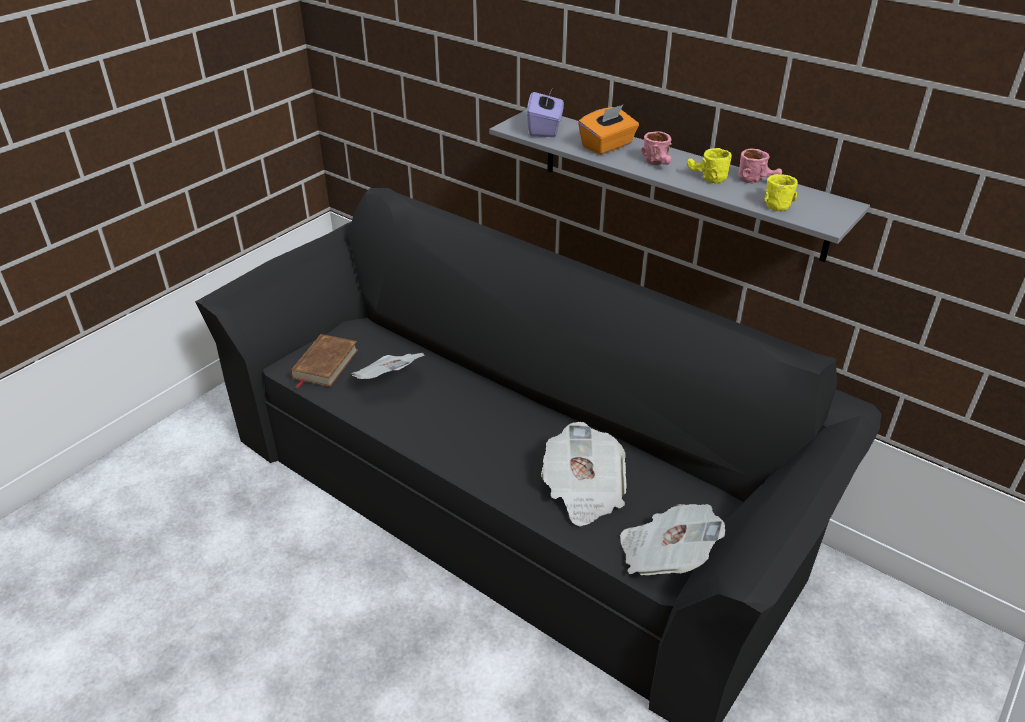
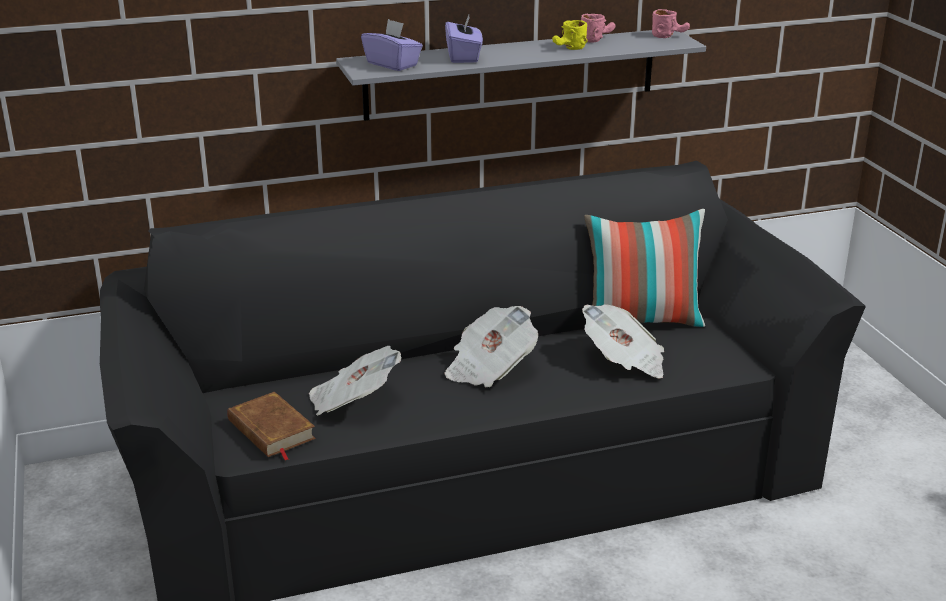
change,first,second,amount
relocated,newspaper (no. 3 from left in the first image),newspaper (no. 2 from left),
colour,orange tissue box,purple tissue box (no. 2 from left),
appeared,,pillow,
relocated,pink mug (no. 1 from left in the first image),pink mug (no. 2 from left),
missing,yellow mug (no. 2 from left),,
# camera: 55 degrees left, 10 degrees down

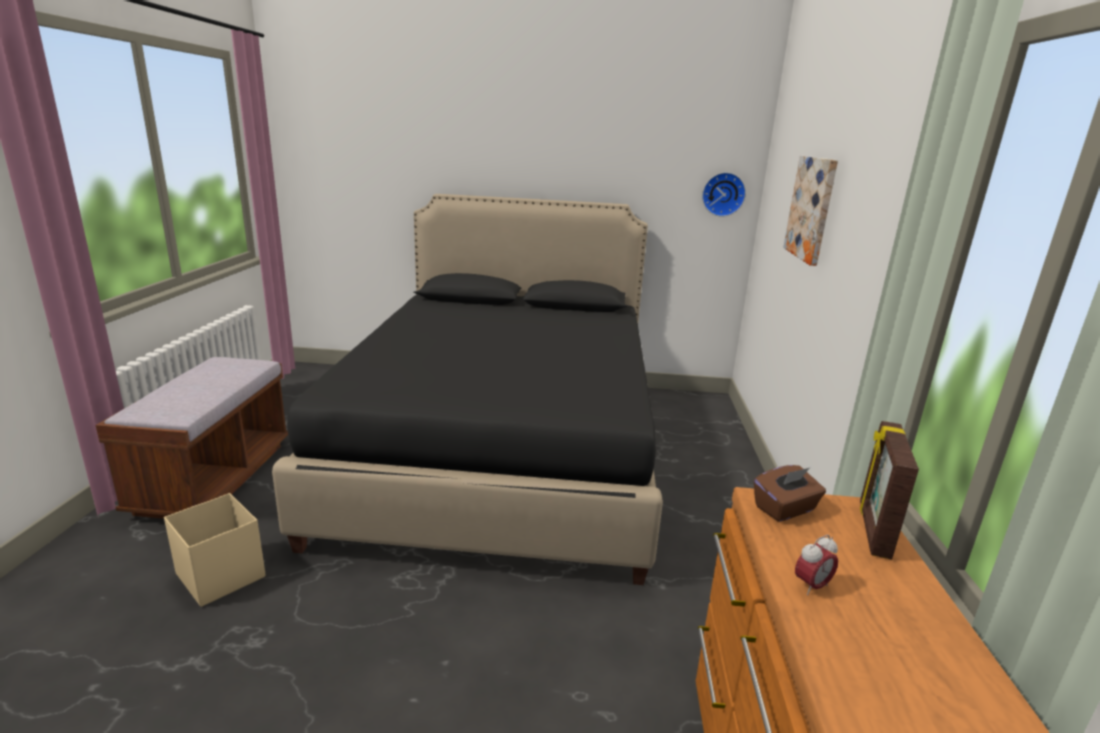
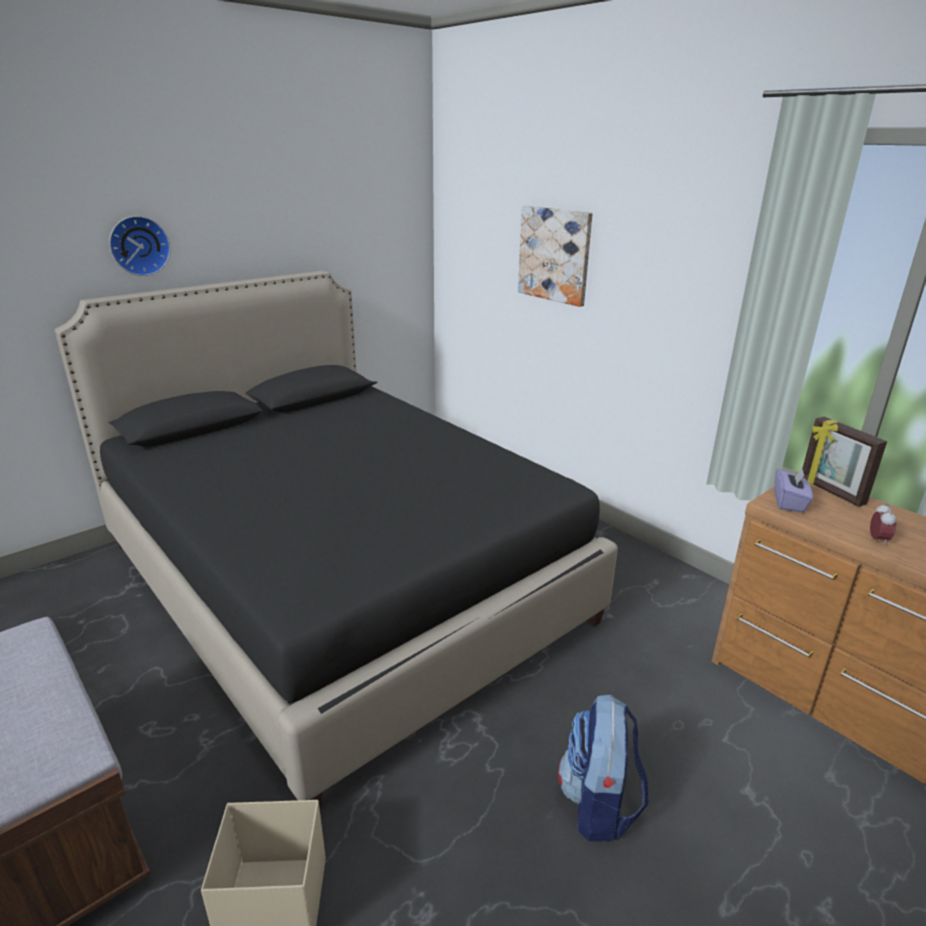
change,first,second,amount
relocated,wall clock,,
appeared,,backpack,
colour,brown tissue box,purple tissue box,
# camera: 45 degrees left, 5 degrees up

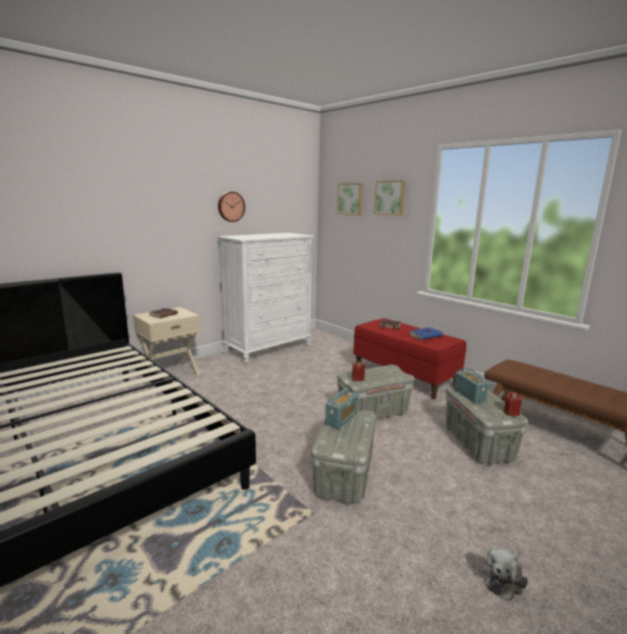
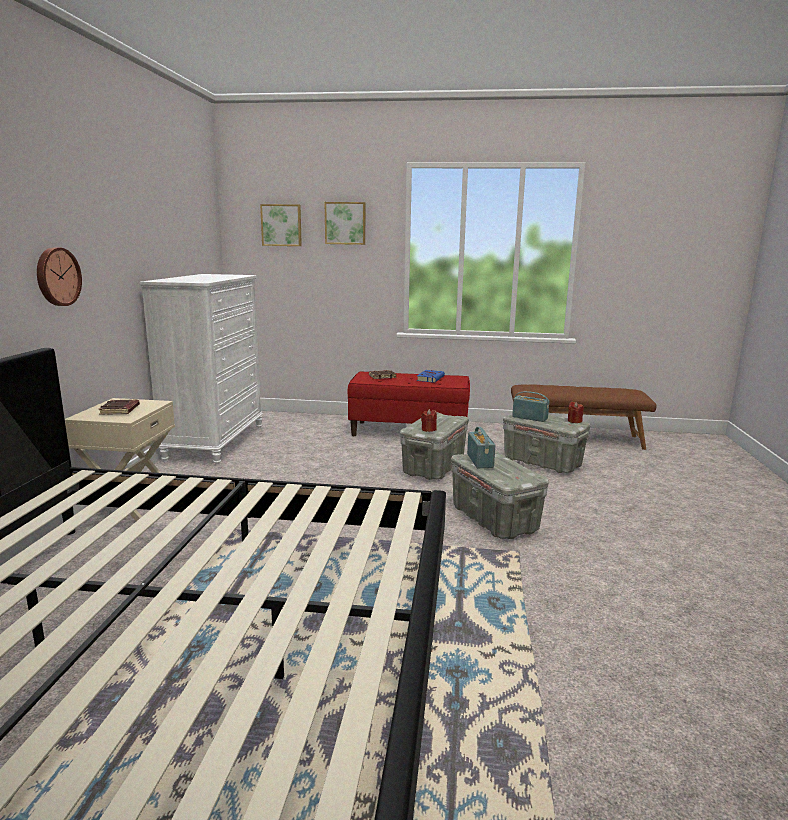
change,first,second,amount
relocated,wall clock,,
missing,plush toy,,
# camera: 40 degrees left, 0 degrees up

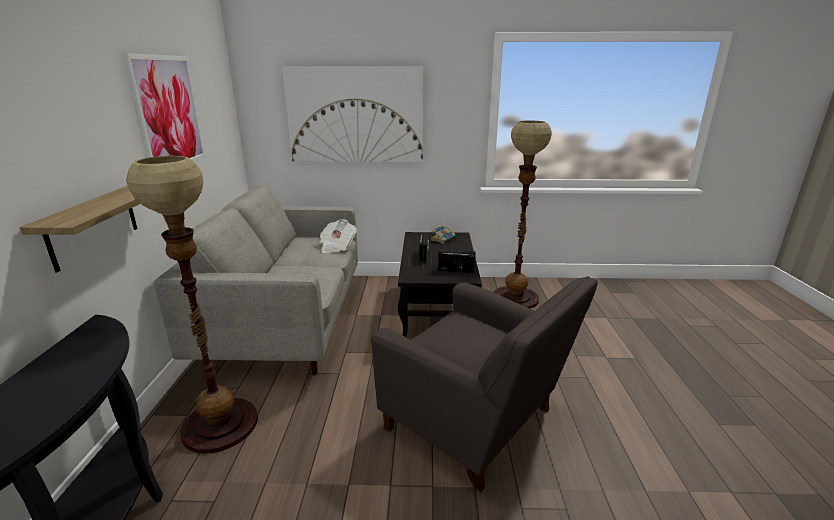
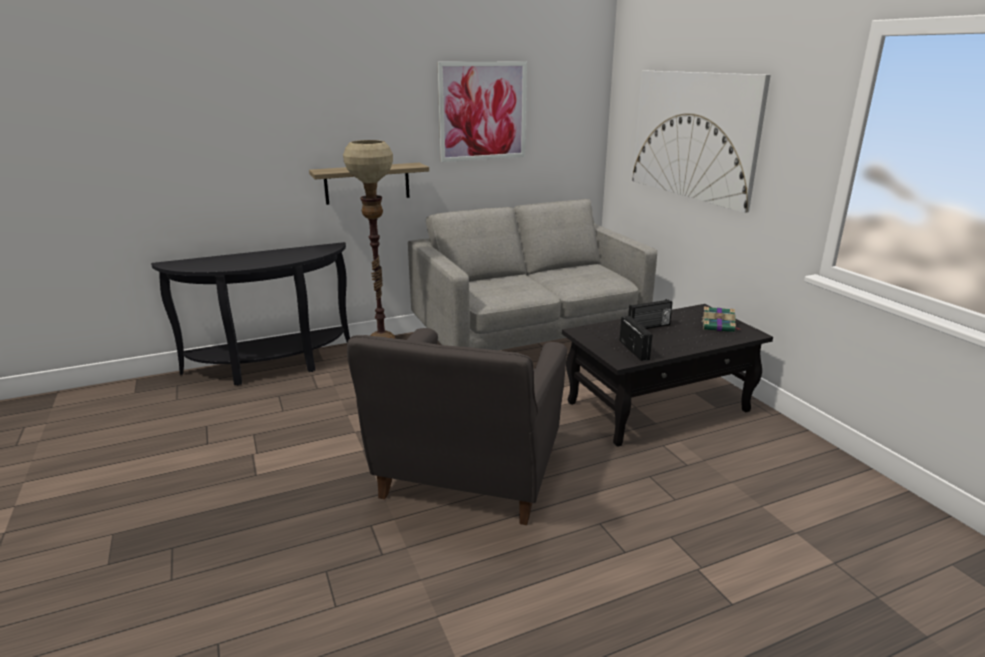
change,first,second,amount
missing,newspaper,,
missing,floor lamp (no. 2 from left),,
# camera: 65 degrees right, 0 degrees up

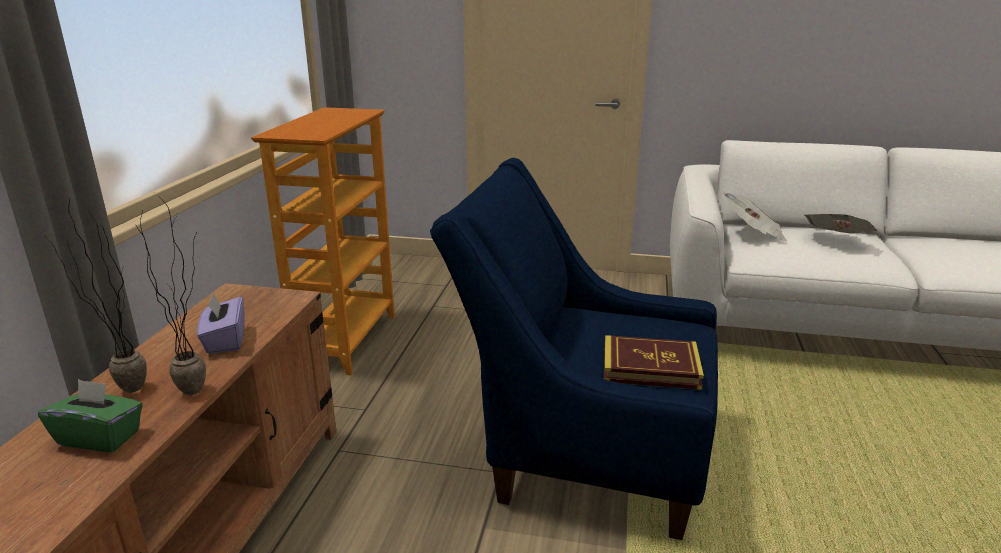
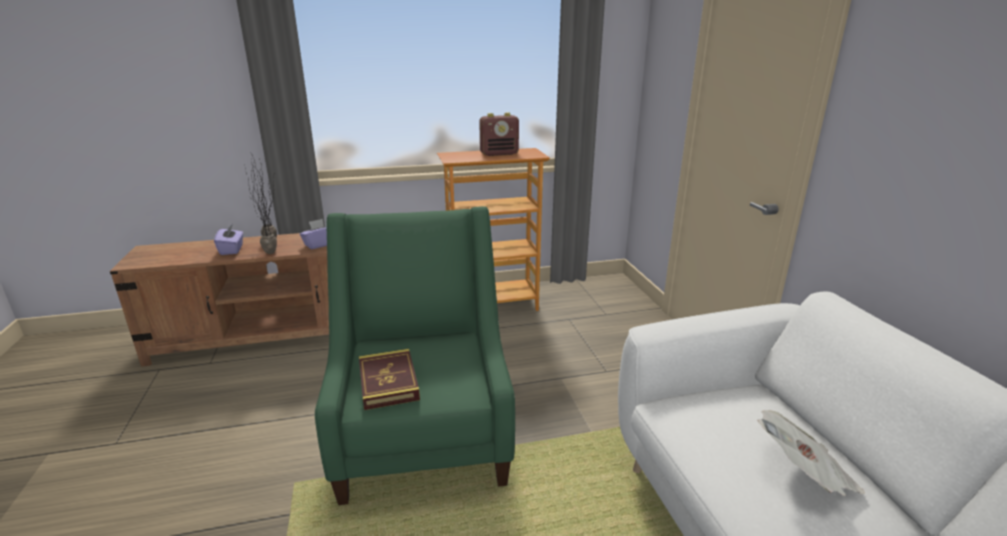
change,first,second,amount
colour,green tissue box,purple tissue box (no. 1 from left),
colour,blue armchair,green armchair,
appeared,,radio,
missing,newspaper (no. 1 from left),,
# camera: 65 degrees right, 0 degrees up

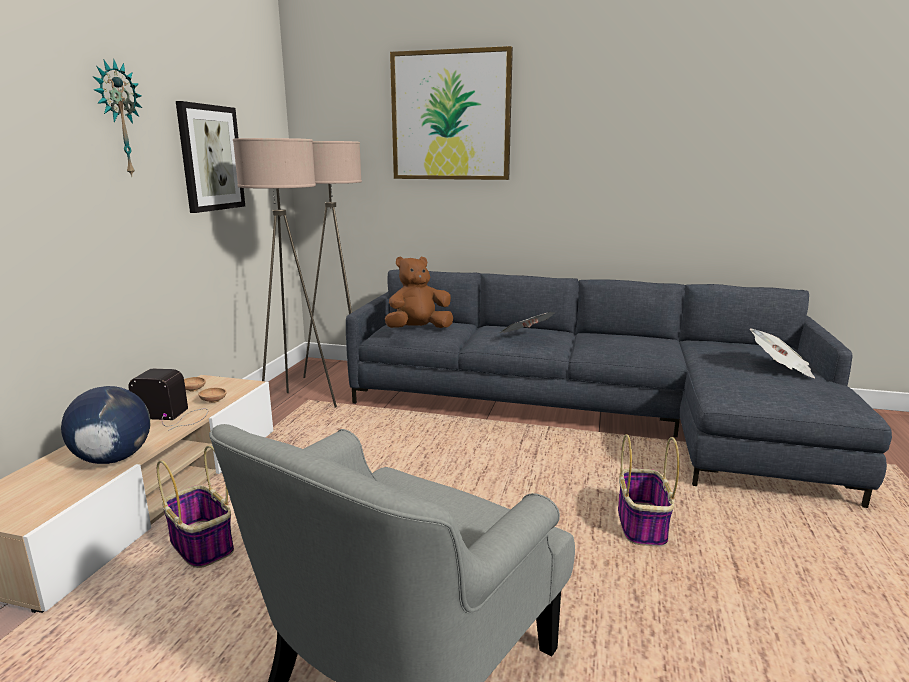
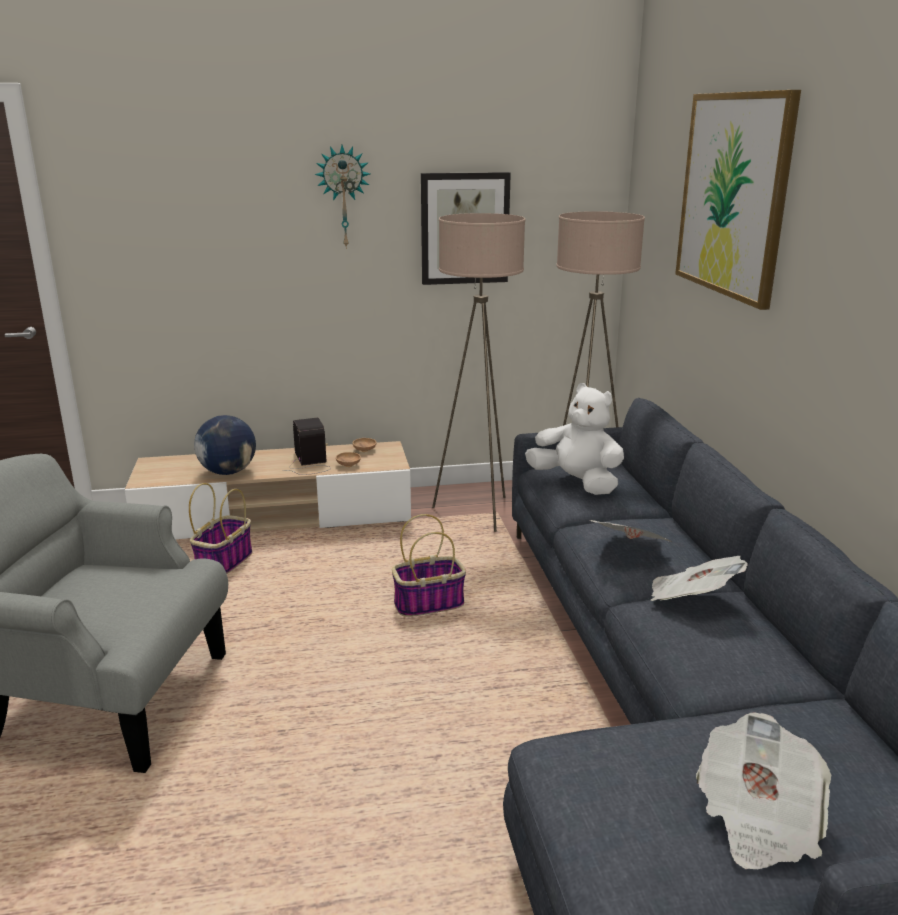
change,first,second,amount
relocated,basket (no. 2 from left),,
colour,brown plush toy,white plush toy,
appeared,,newspaper (no. 2 from left),
# camera: 65 degrees right, 5 degrees up

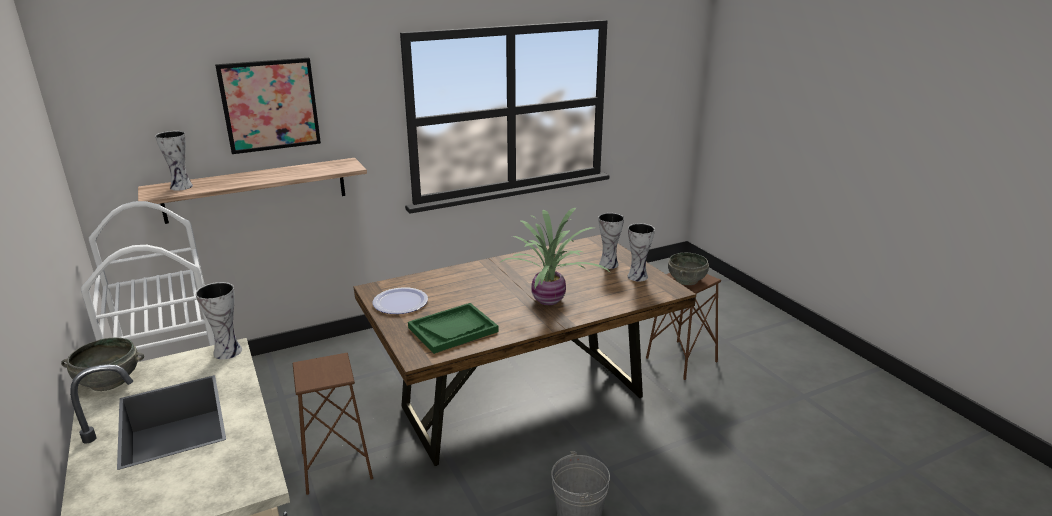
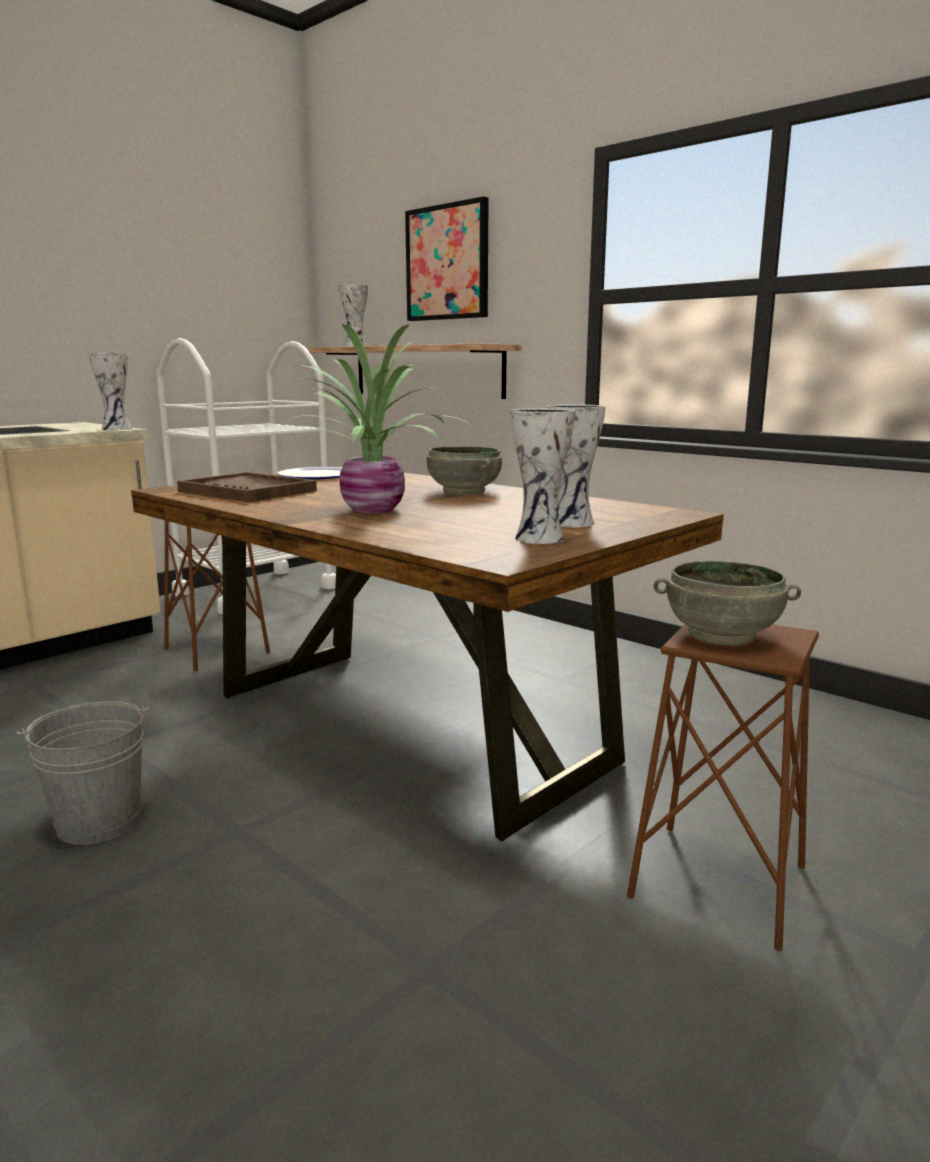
change,first,second,amount
colour,green tray,brown tray,
relocated,grey bowl (no. 1 from left),,
# camera: 70 degrees right, 10 degrees down

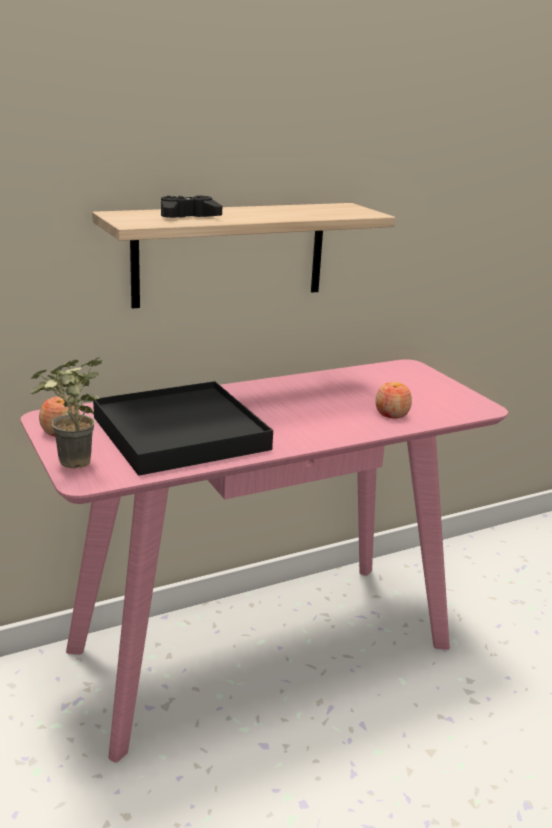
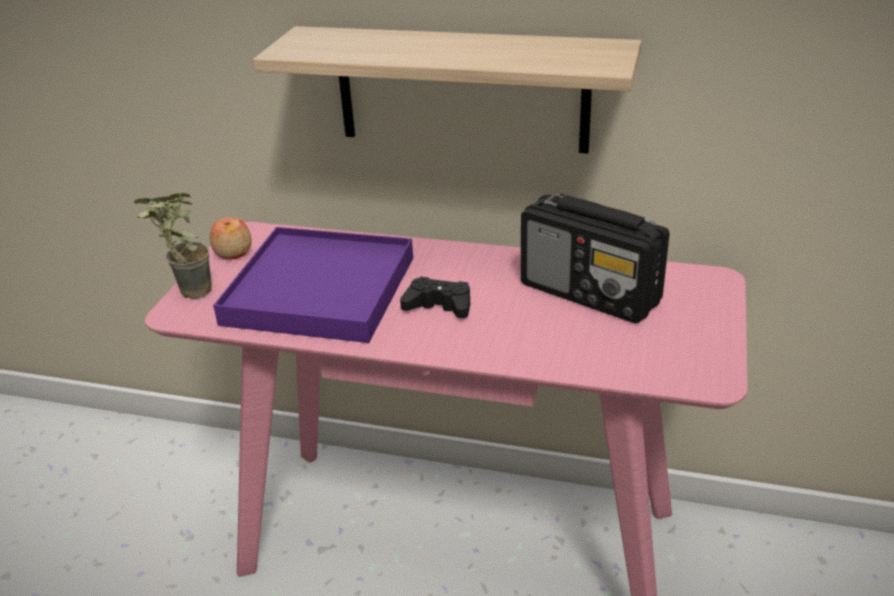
change,first,second,amount
colour,black tray,purple tray,
relocated,black game controller,,
appeared,,radio,
missing,apple (no. 2 from left),,
# camera: 45 degrees right, 10 degrees up

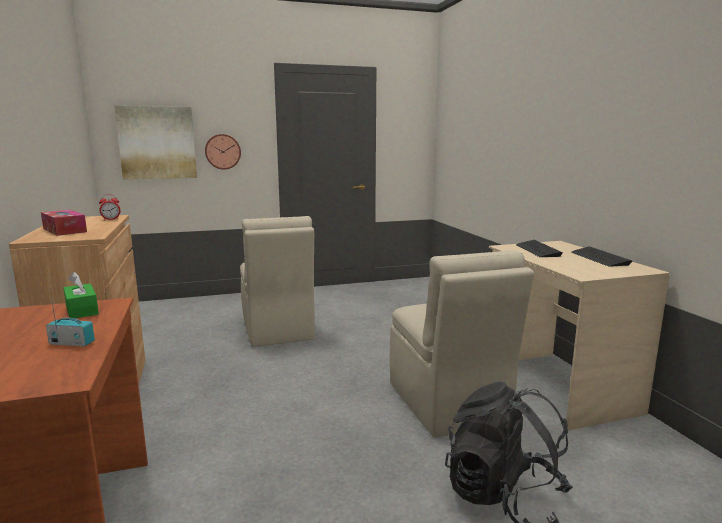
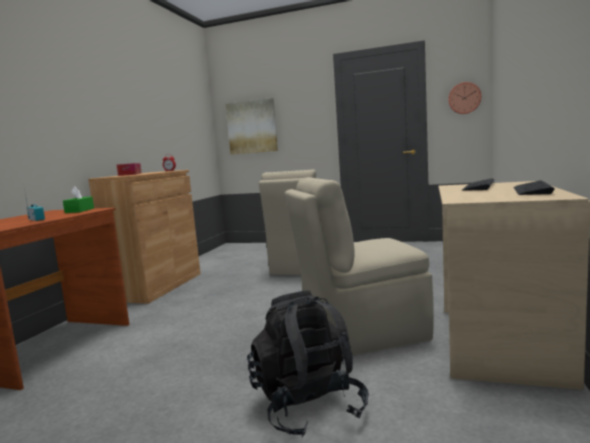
change,first,second,amount
spun,beige chair (no. 2 from left),,60 degrees clockwise
relocated,wall clock,,
# camera: 35 degrees right, 5 degrees down

